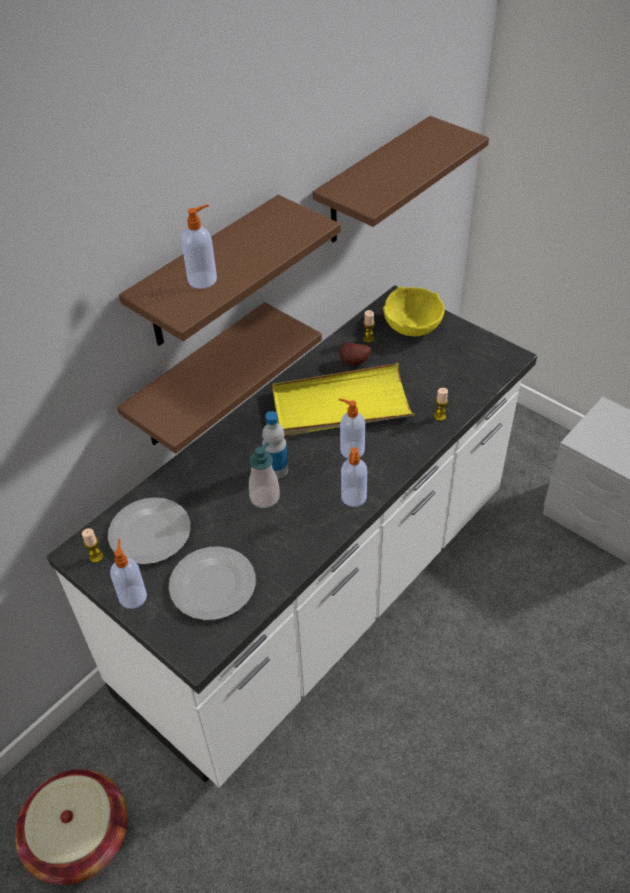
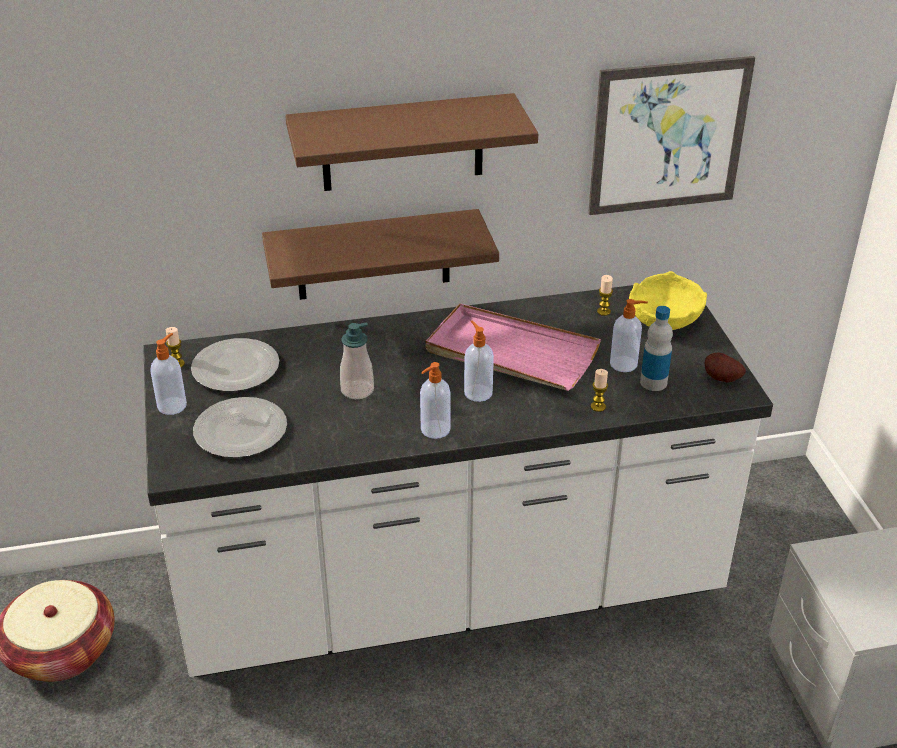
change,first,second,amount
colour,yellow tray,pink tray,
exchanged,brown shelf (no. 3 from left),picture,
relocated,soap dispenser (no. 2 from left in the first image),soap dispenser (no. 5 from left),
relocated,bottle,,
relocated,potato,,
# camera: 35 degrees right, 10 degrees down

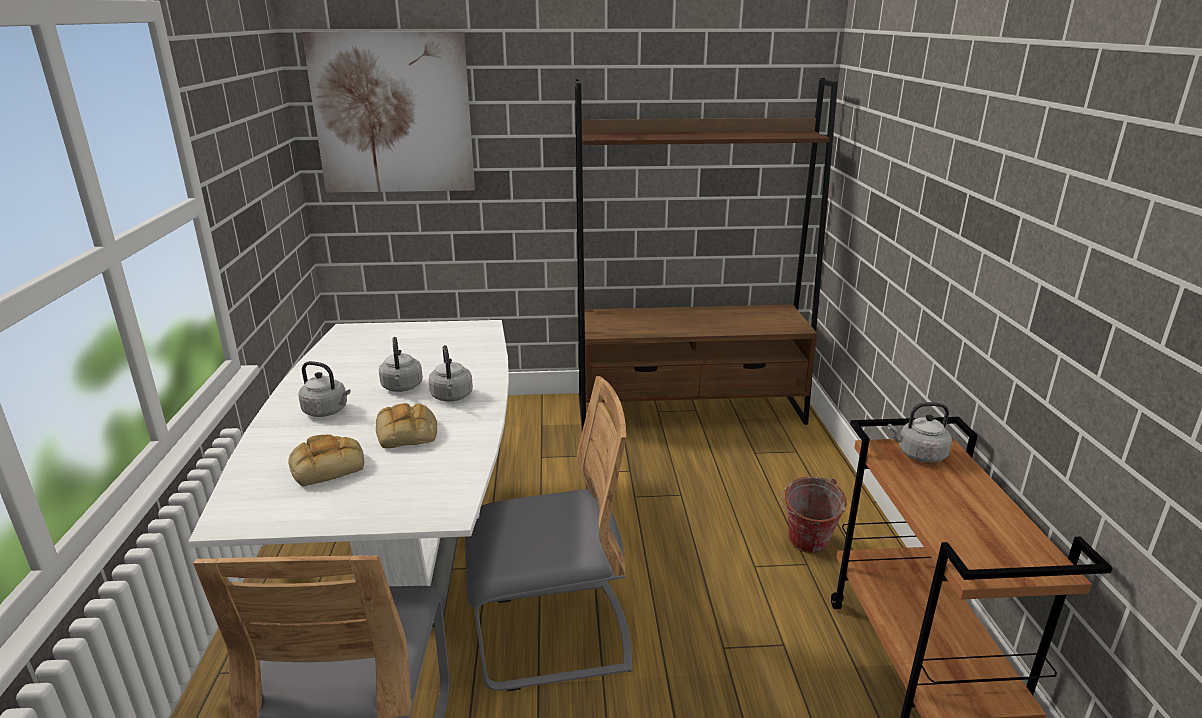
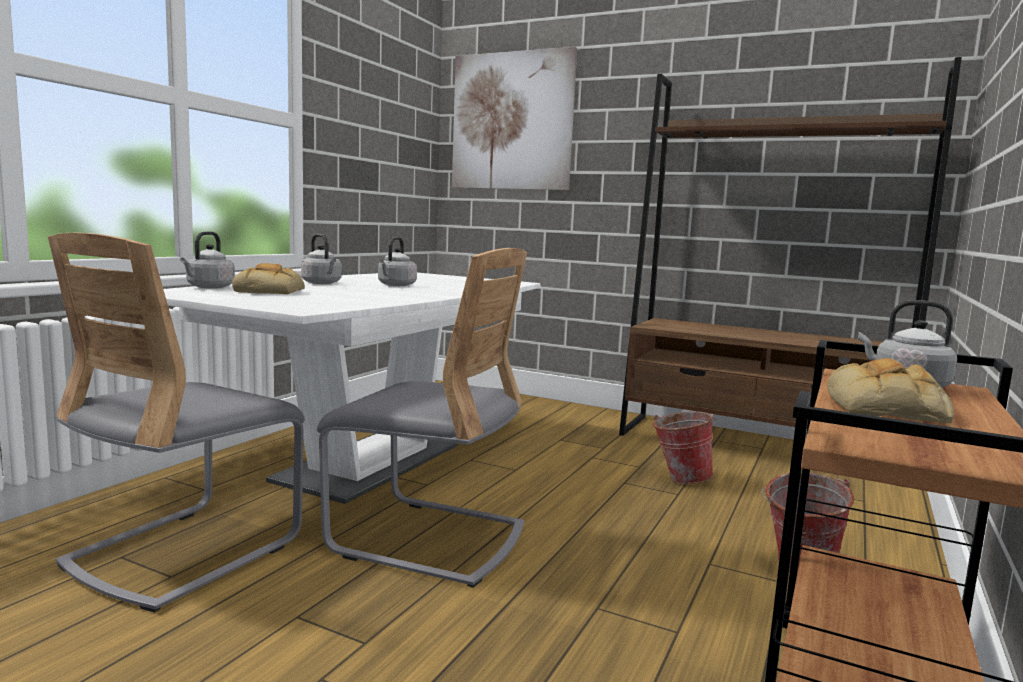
change,first,second,amount
relocated,grey kettle (no. 3 from left in the first image),grey kettle (no. 1 from left),
appeared,,bucket (no. 1 from left),
relocated,bread (no. 2 from left),,
# camera: 30 degrees right, 15 degrees down

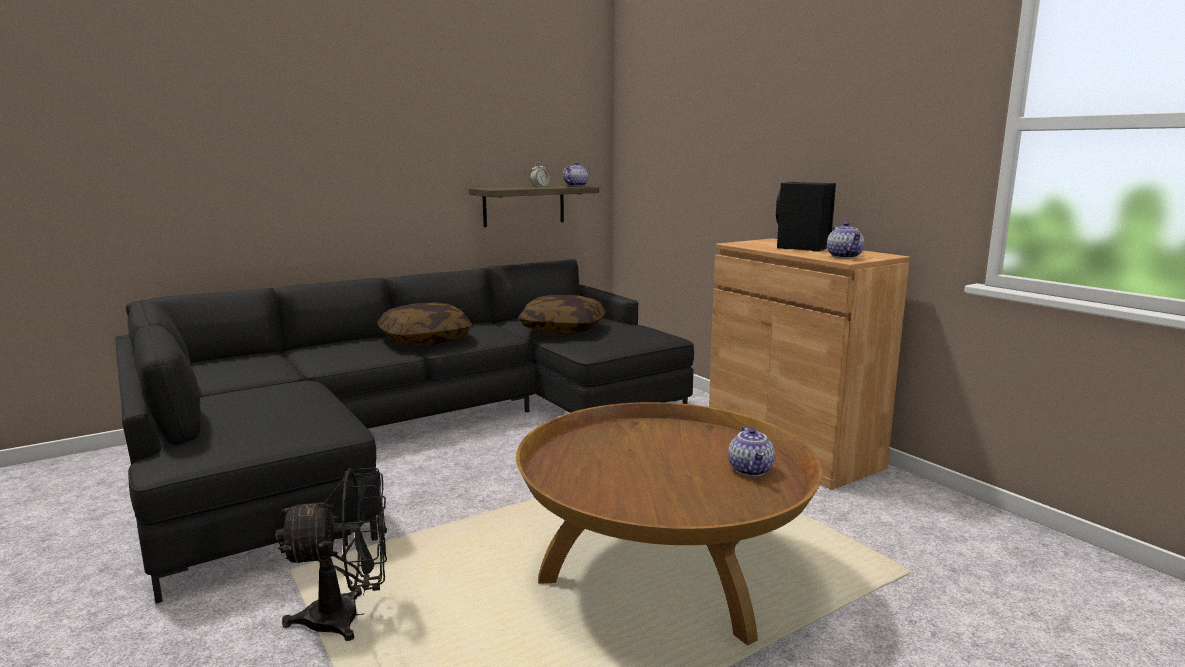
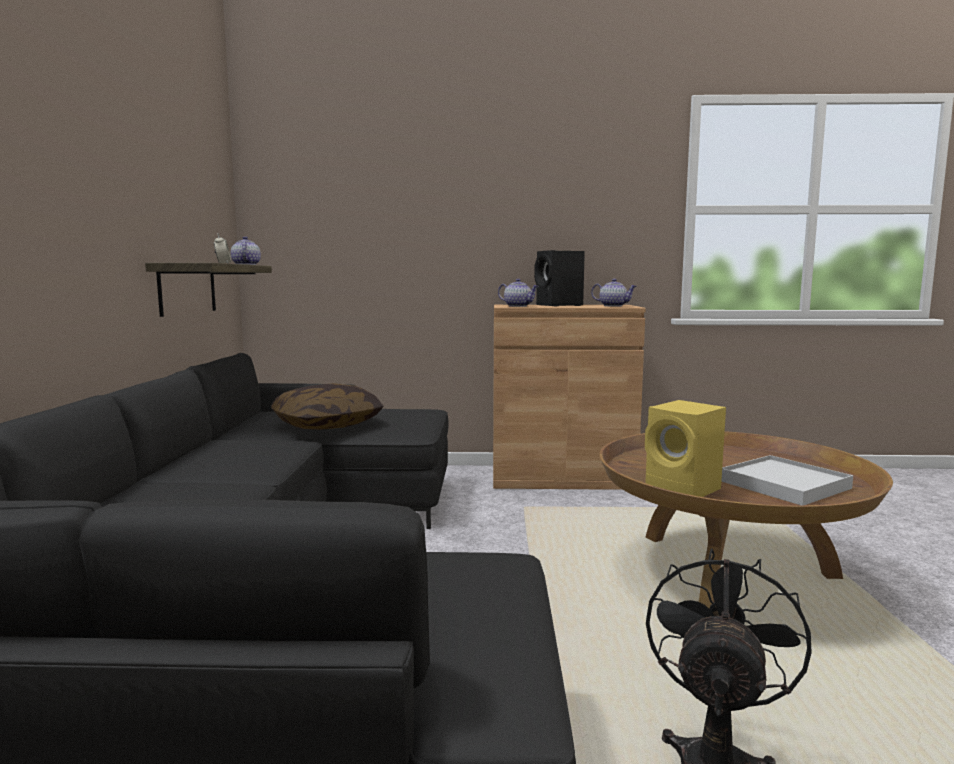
change,first,second,amount
relocated,teapot (no. 2 from left),,
appeared,,yellow speaker,
appeared,,white tray,
missing,pillow (no. 1 from left),,
# camera: 55 degrees left, 5 degrees down

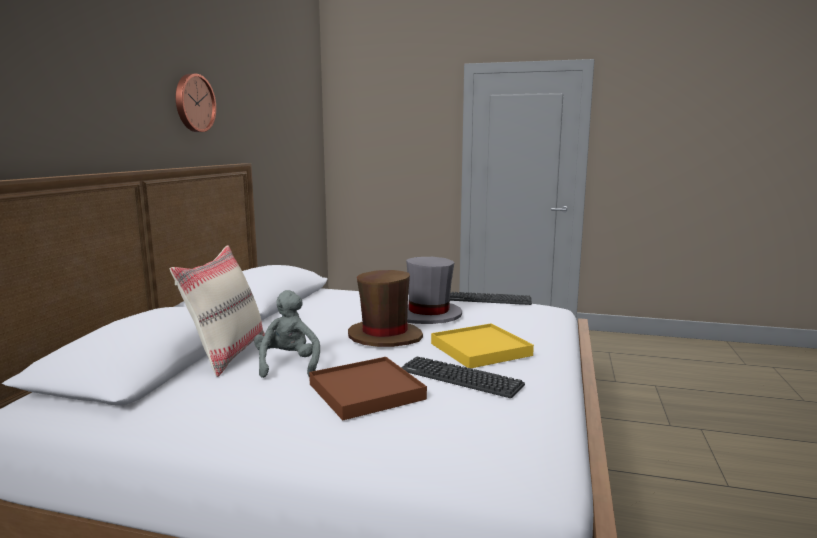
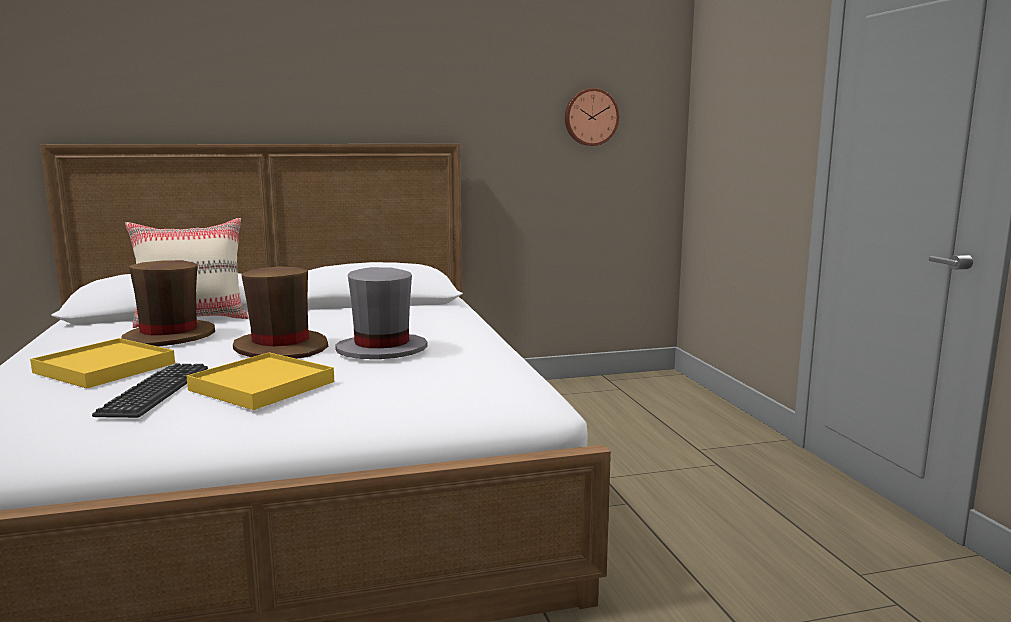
change,first,second,amount
colour,brown tray,yellow tray (no. 1 from left),
exchanged,grey plush toy,brown hat (no. 1 from left),
relocated,wall clock,,
missing,keyboard (no. 2 from left),,
# camera: 60 degrees right, 0 degrees up

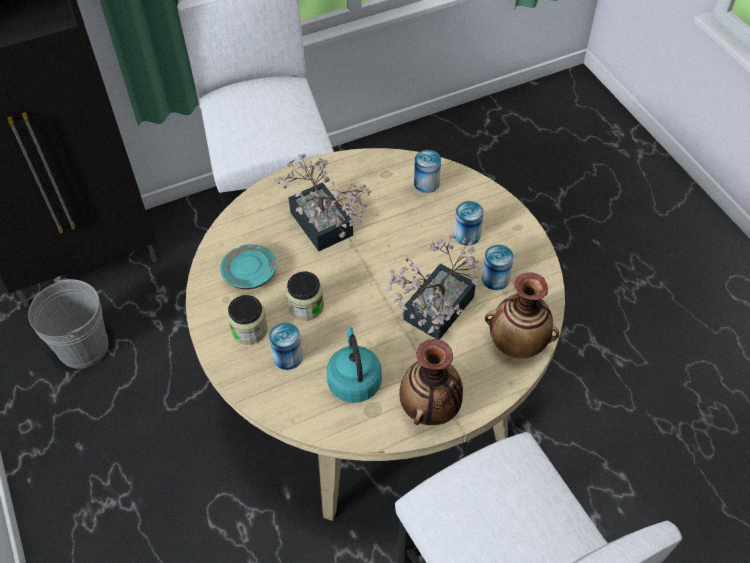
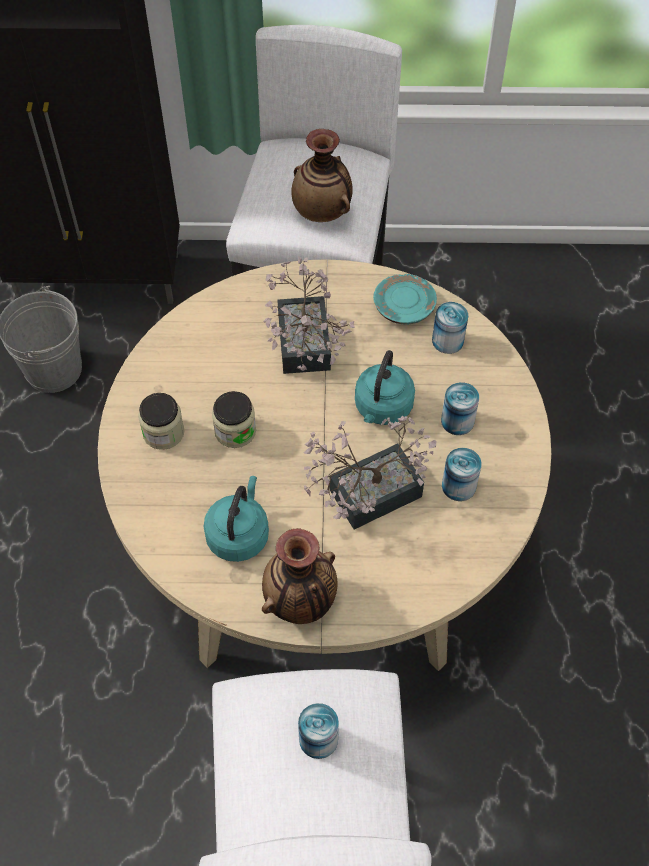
change,first,second,amount
relocated,vase (no. 2 from left),,
relocated,can (no. 1 from left),,
appeared,,turquoise kettle (no. 2 from left),
relocated,turquoise plate,,
# camera: 25 degrees right, 5 degrees up

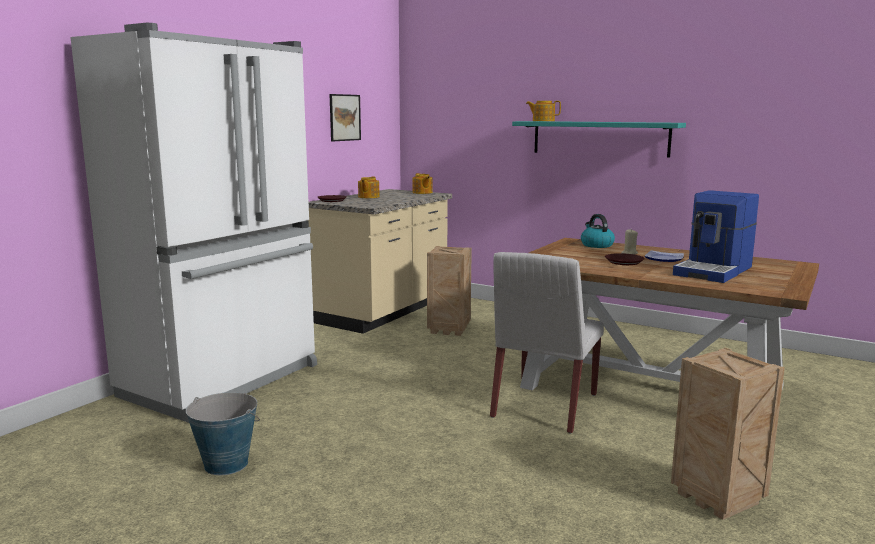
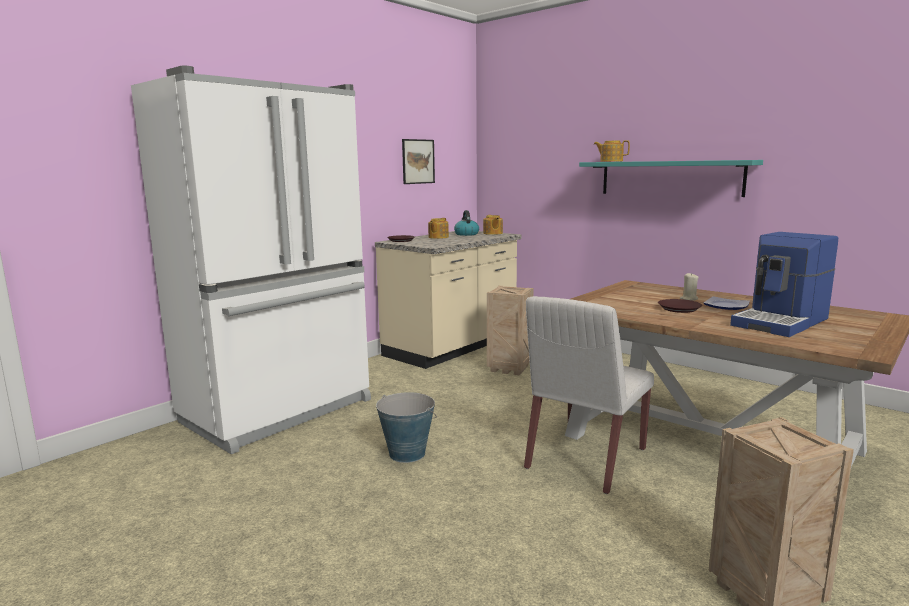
change,first,second,amount
relocated,bucket,,
relocated,kettle,,
# camera: 10 degrees right, 0 degrees up

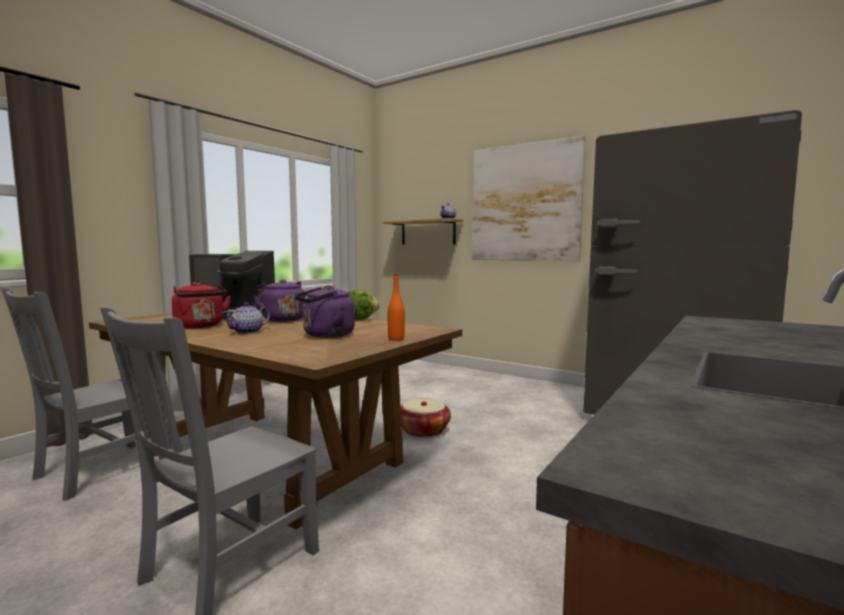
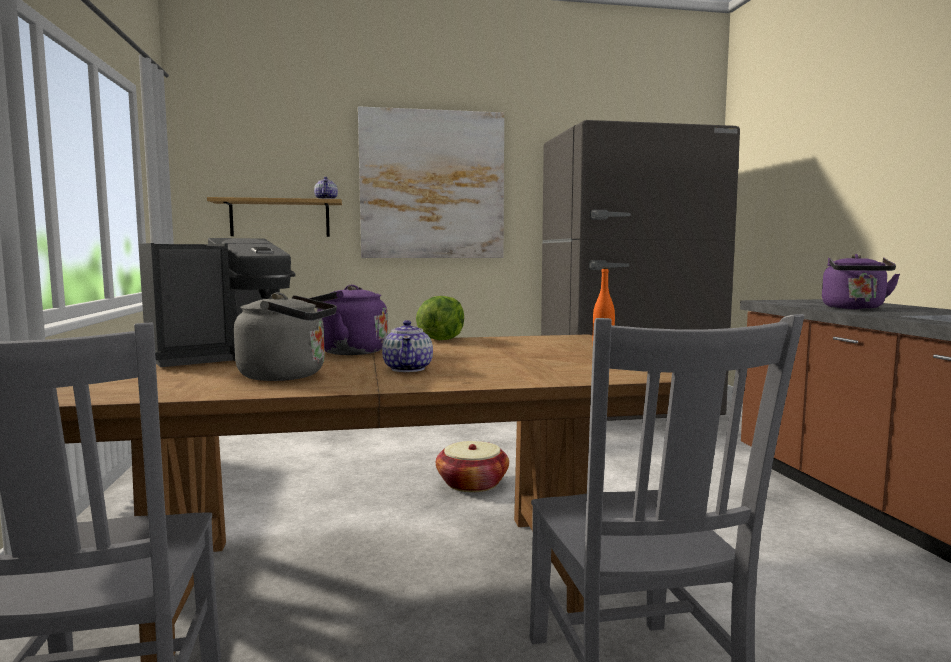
change,first,second,amount
colour,red kettle,grey kettle,
relocated,purple kettle (no. 2 from left),,
# camera: 45 degrees left, 0 degrees up

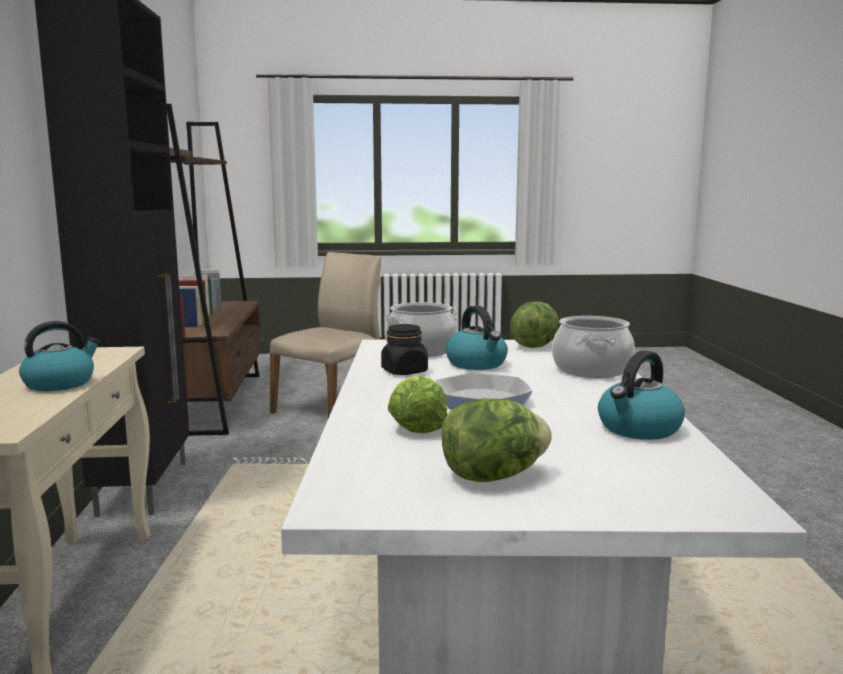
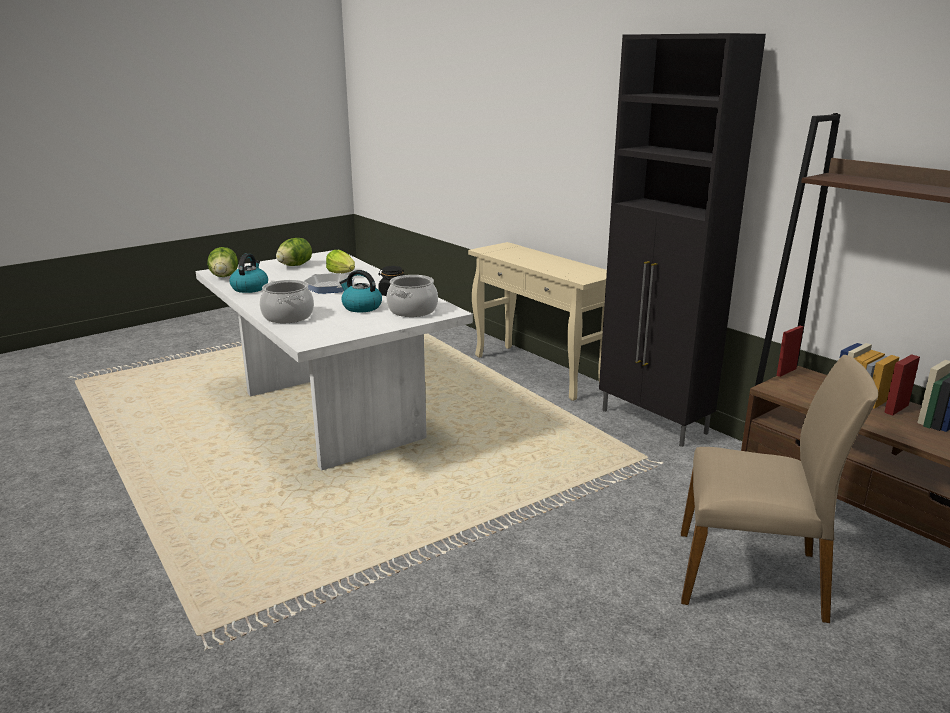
change,first,second,amount
relocated,lettuce (no. 3 from left in the first image),lettuce (no. 1 from left),
spun,beige chair,,75 degrees counterclockwise
missing,kettle (no. 1 from left),,
# camera: 145 degrees right, 10 degrees up

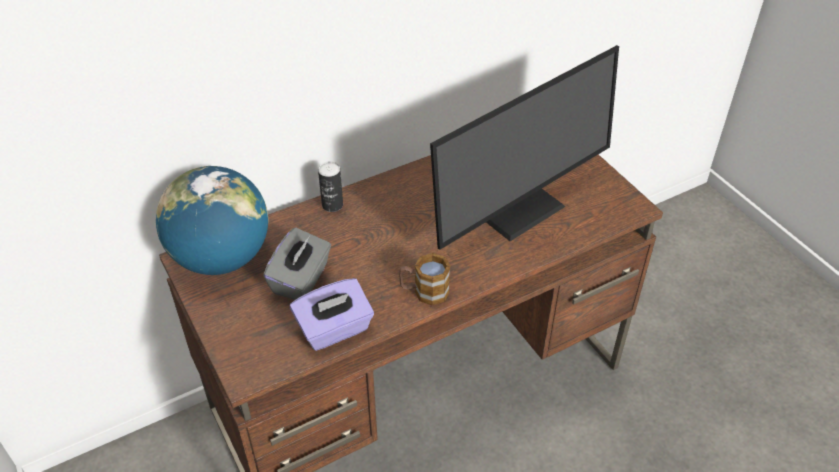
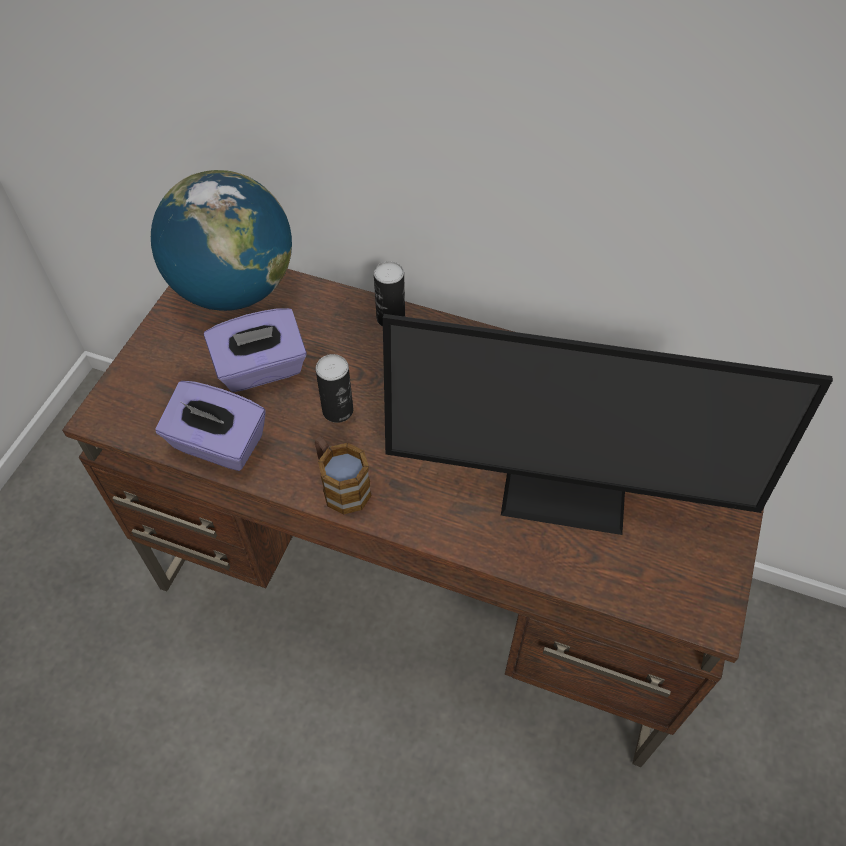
change,first,second,amount
colour,grey tissue box,purple tissue box (no. 2 from left),
appeared,,can (no. 1 from left),
# camera: 50 degrees right, 10 degrees up

